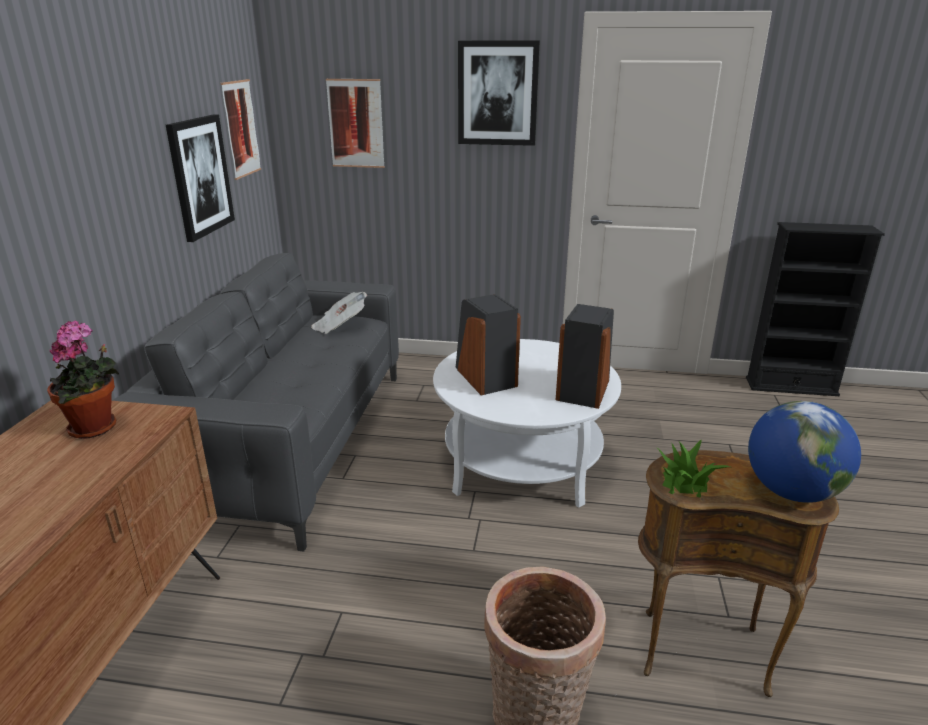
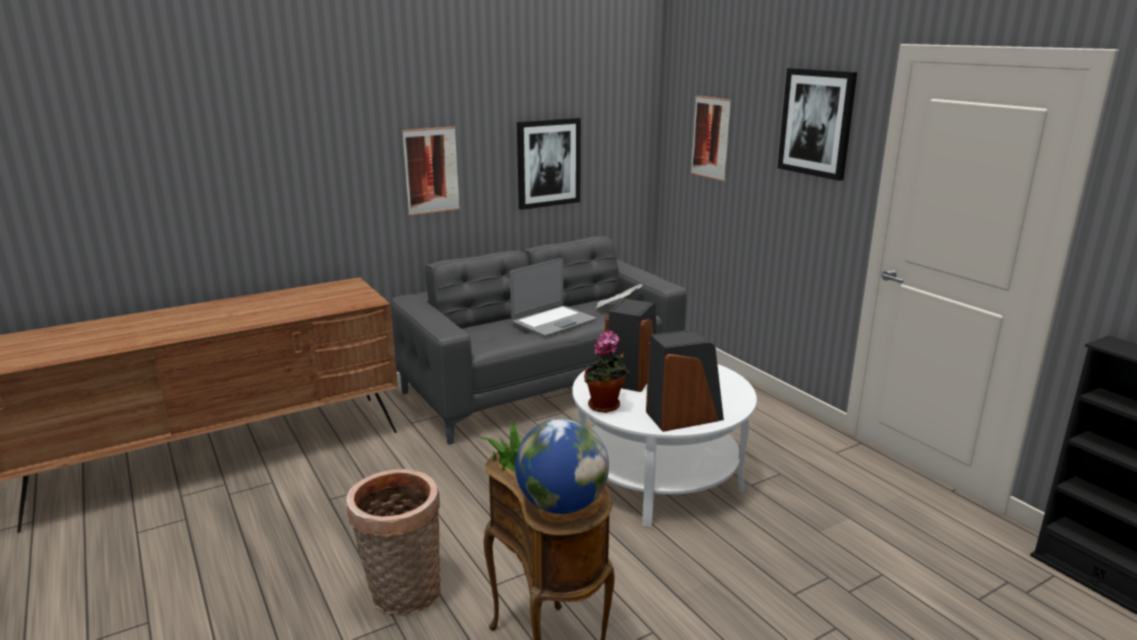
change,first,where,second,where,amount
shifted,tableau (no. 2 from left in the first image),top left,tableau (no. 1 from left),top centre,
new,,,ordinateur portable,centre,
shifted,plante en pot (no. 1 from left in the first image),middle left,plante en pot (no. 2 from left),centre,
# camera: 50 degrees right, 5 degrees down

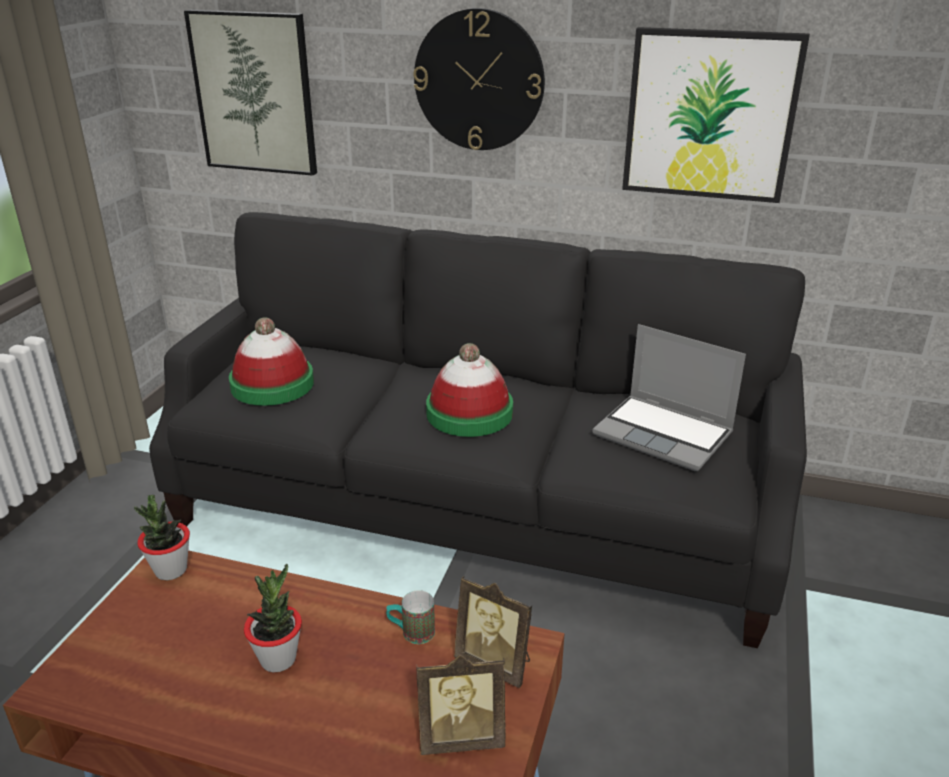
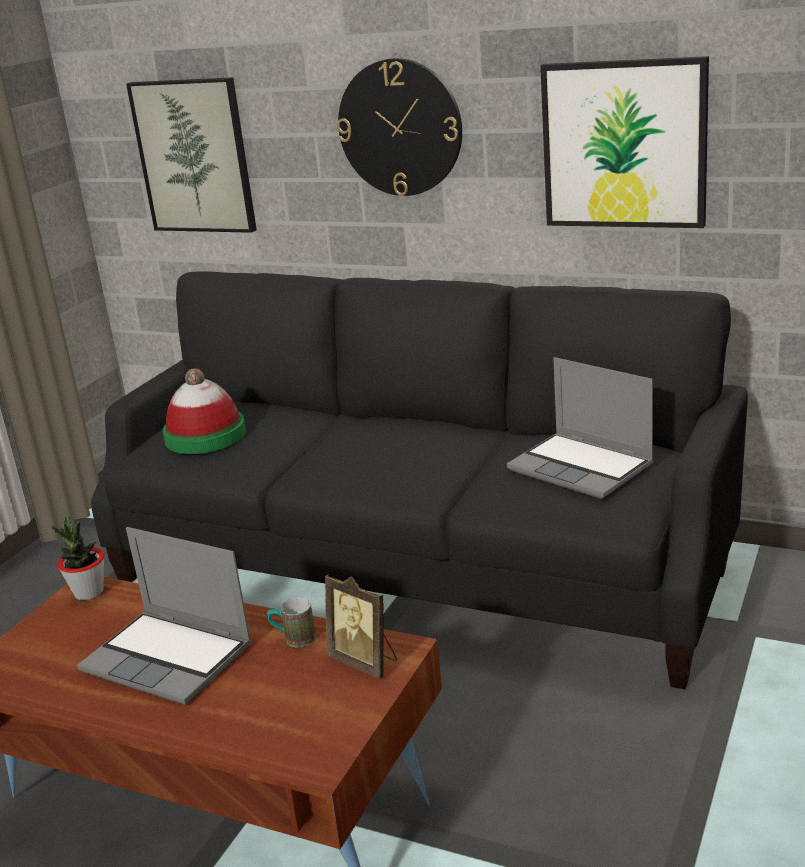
change,first,where,second,where,amount
swapped,plante en pot (no. 2 from left),bottom left,ordinateur portable (no. 1 from left),bottom left,
gone,cadre photo (no. 1 from left),bottom centre,,,
gone,chapeau (no. 2 from left),centre,,,
# camera: 10 degrees right, 5 degrees down

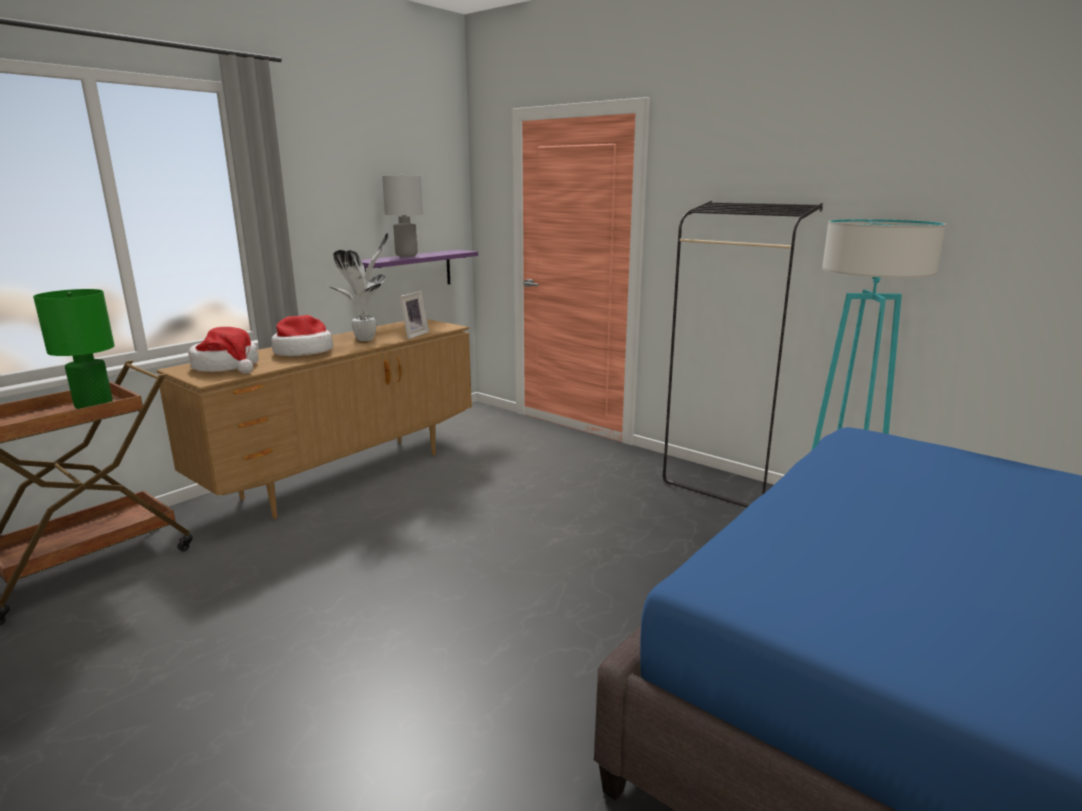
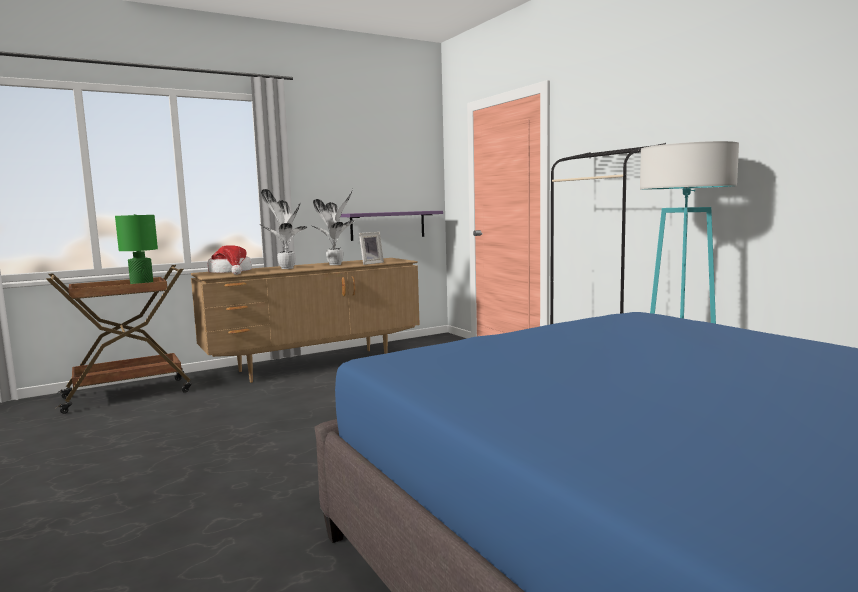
change,first,where,second,where,amount
swapped,chapeau (no. 2 from left),middle left,plante en pot (no. 1 from left),middle left,
gone,lampe de table/gris,top centre,,,
# camera: 20 degrees right, 10 degrees down

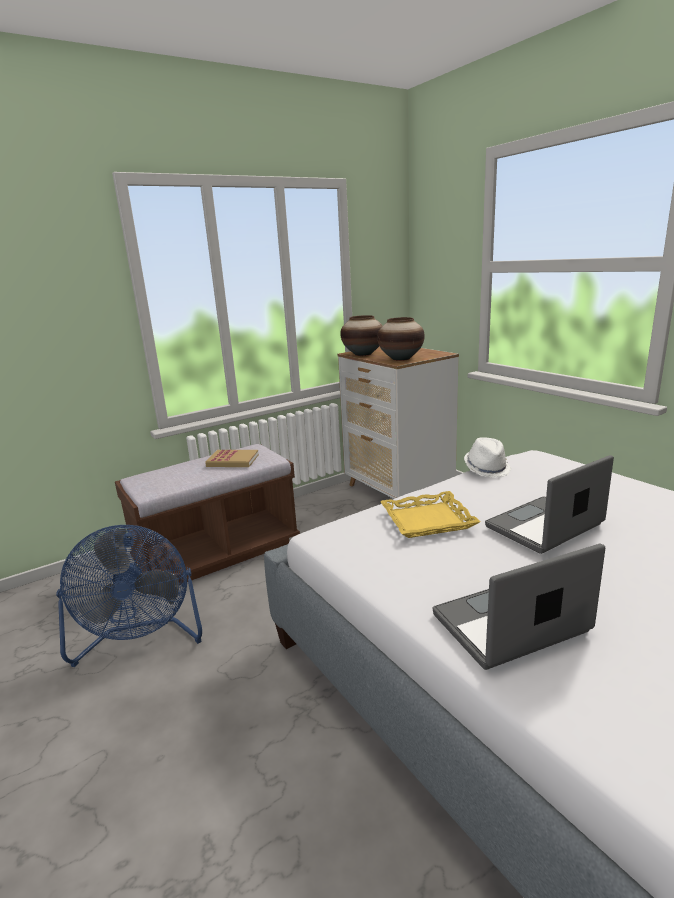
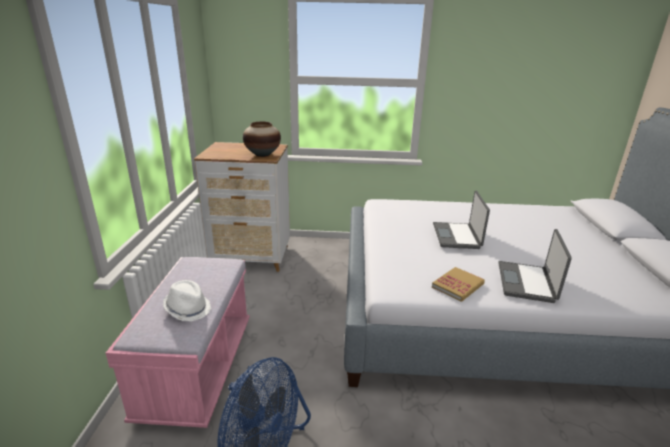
change,first,where,second,where,amount
repainted,banc/marron,middle left,banc/rose,bottom left,
shifted,chapeau/blanc,middle right,,bottom left,
shifted,livre,centre,,middle right,
gone,vase (no. 1 from left),centre,,,
gone,plateau/jaune,centre,,,
# camera: 55 degrees left, 5 degrees up

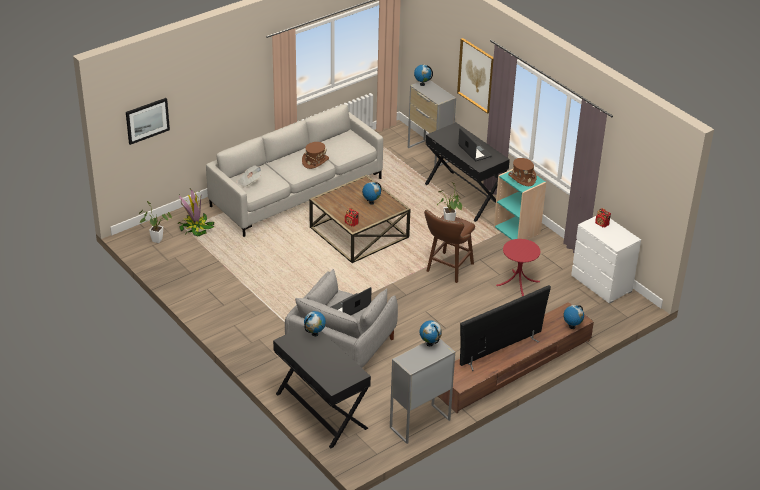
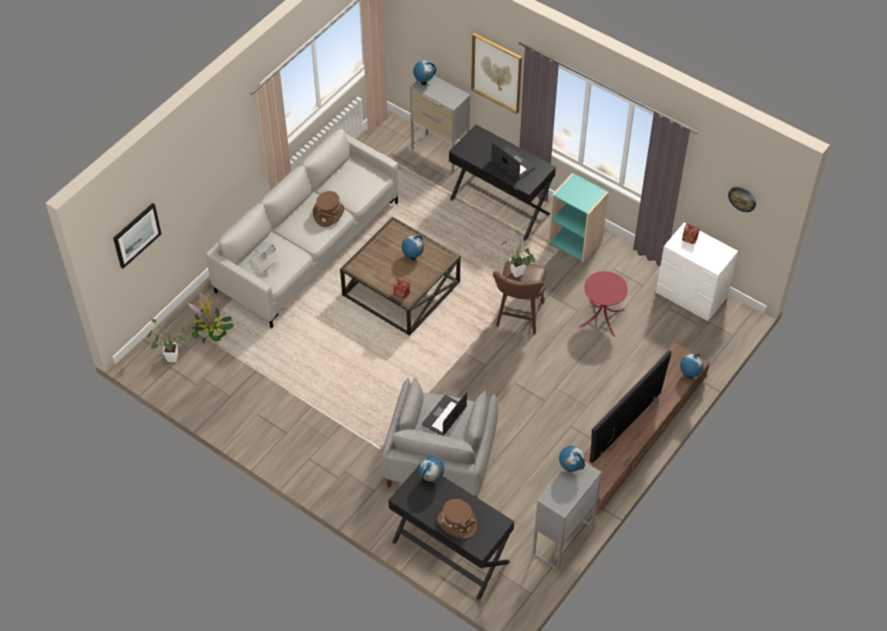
change,first,where,second,where,amount
shifted,chapeau/marron (no. 2 from left),middle right,,bottom centre,
new,,,horloge murale,top right,
# camera: 15 degrees left, 15 degrees up

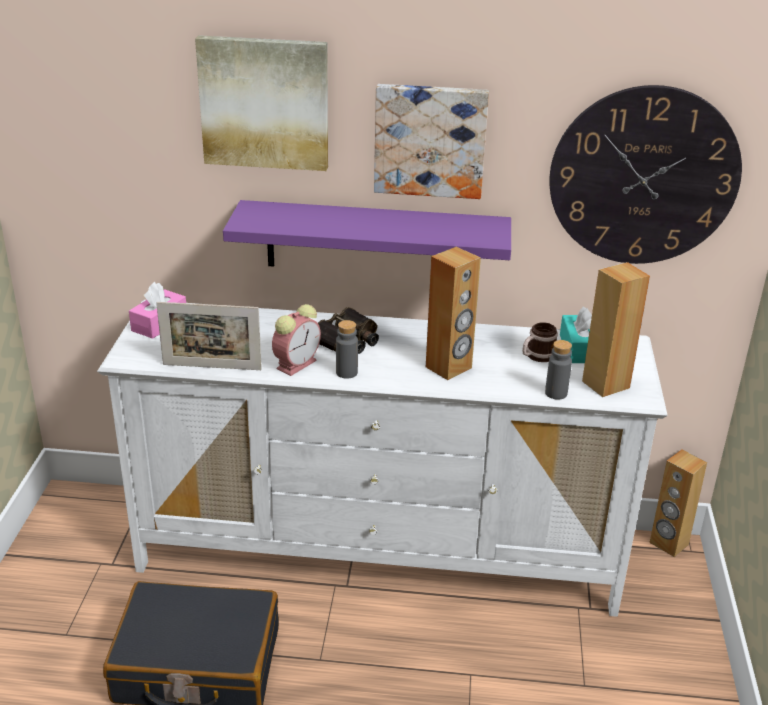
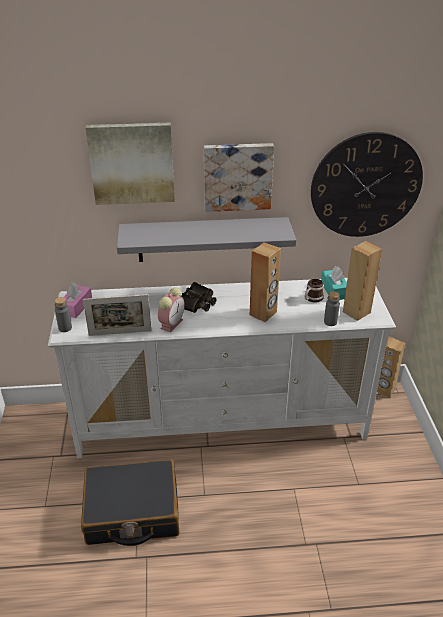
change,first,where,second,where,amount
shifted,bouteille/gris (no. 1 from left),centre,,middle left,
repainted,étagère/violet,top centre,étagère/gris,centre,
# camera: 10 degrees left, 5 degrees up

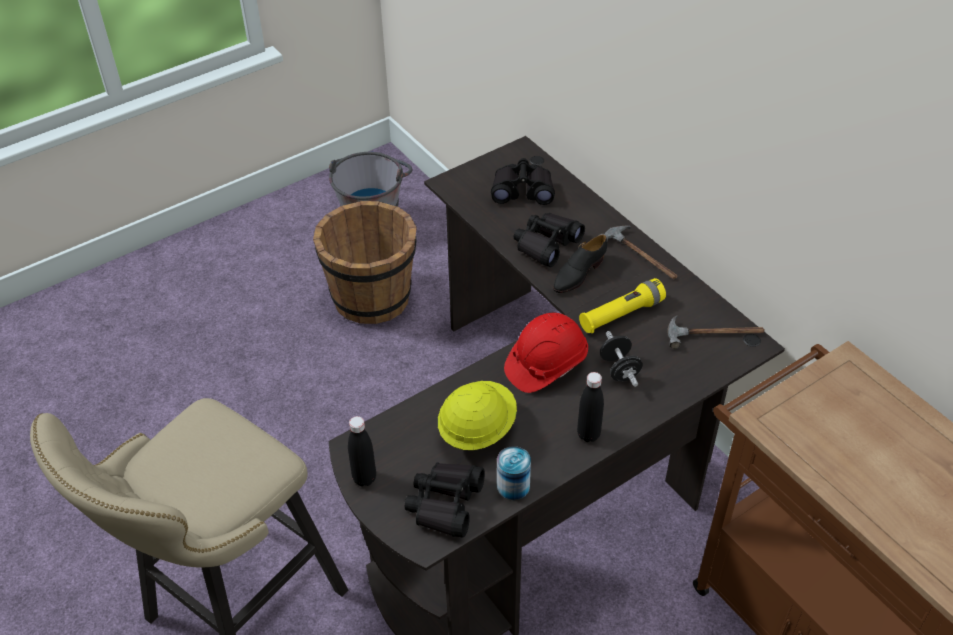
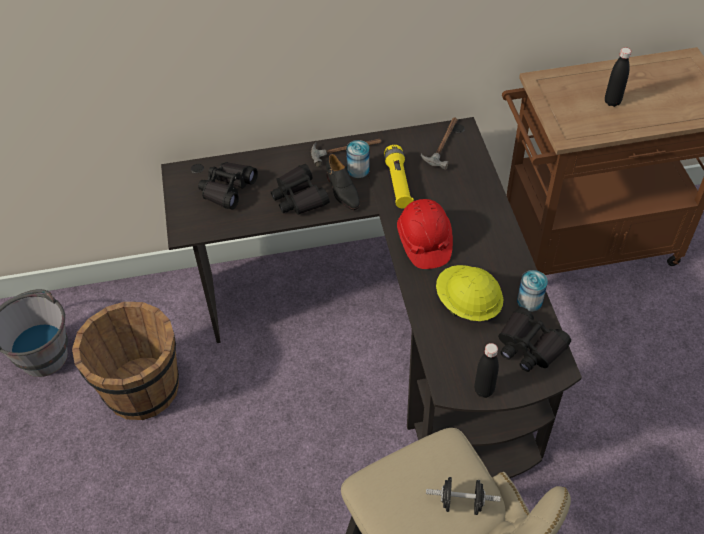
change,first,where,second,where,amount
new,,,boîte métallique (no. 1 from left),top centre,
shifted,haltère/noir,centre,,bottom centre,
shifted,bouteille/noir (no. 2 from left),centre,,top right,
# camera: 65 degrees left, 5 degrees up

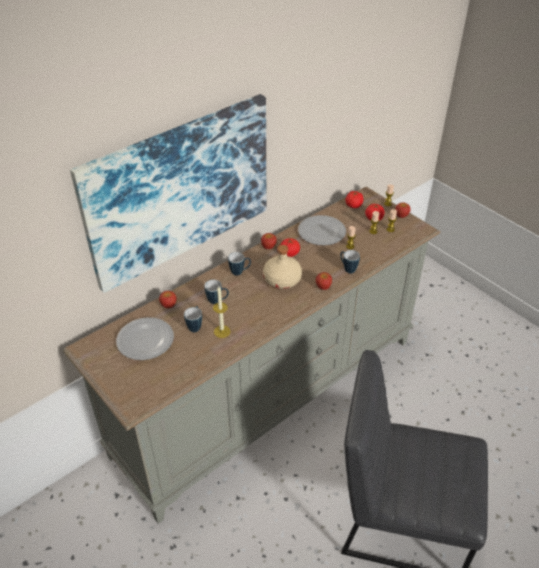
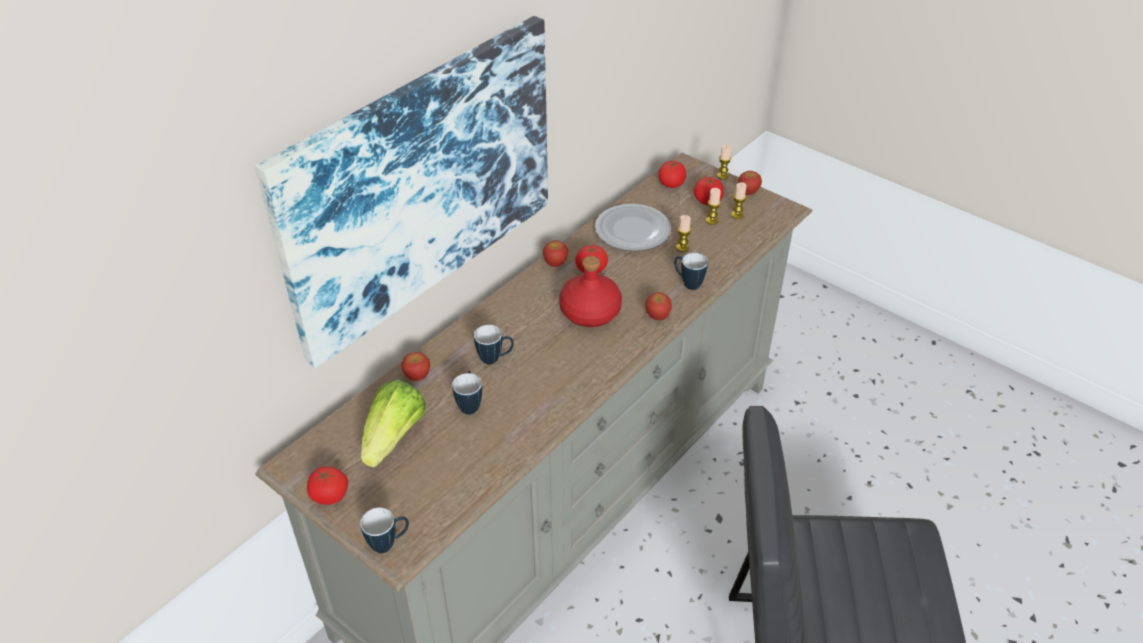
change,first,where,second,where,amount
new,,,tomate (no. 1 from left),bottom left,
shifted,mug (no. 3 from left in the first image),centre,mug (no. 1 from left),bottom centre,
swapped,assiette (no. 1 from left),middle left,laitue,centre,
repainted,bouteille/beige,centre,bouteille/rouge,centre,
gone,bougie (no. 1 from left),centre,,,
# camera: 10 degrees left, 0 degrees up

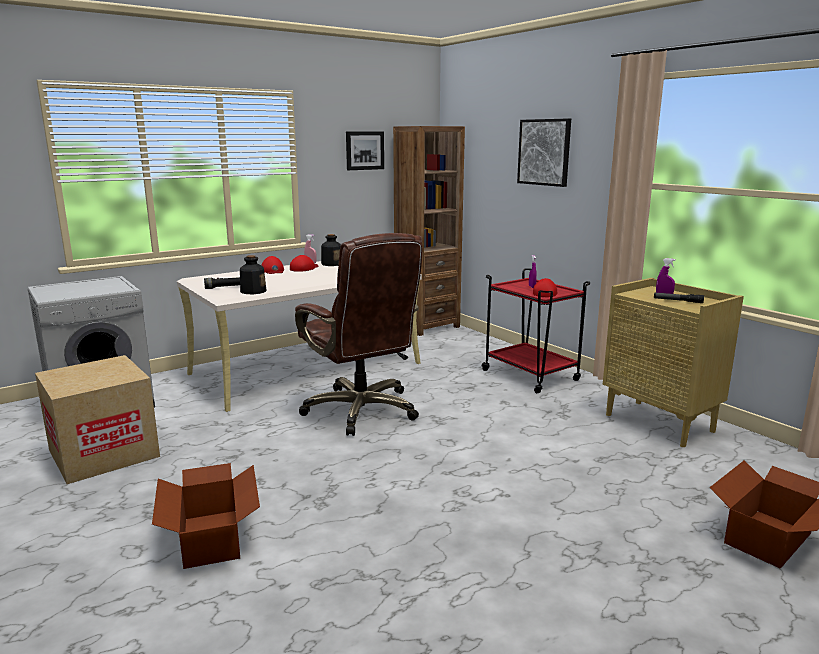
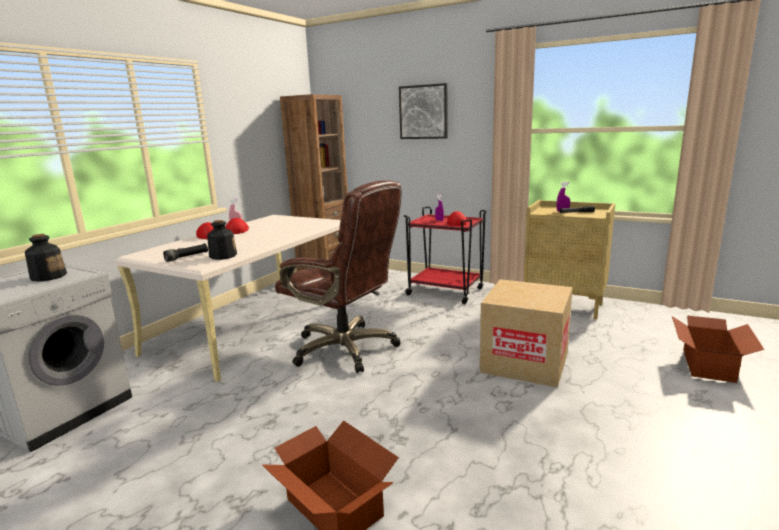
change,first,where,second,where,amount
shifted,bouteille (no. 2 from left in the first image),centre,bouteille (no. 1 from left),middle left,
shifted,carton (no. 1 from left in the first image),middle left,carton (no. 2 from left),middle right,
gone,tableau (no. 1 from left),top centre,,,
# camera: 25 degrees left, 0 degrees up

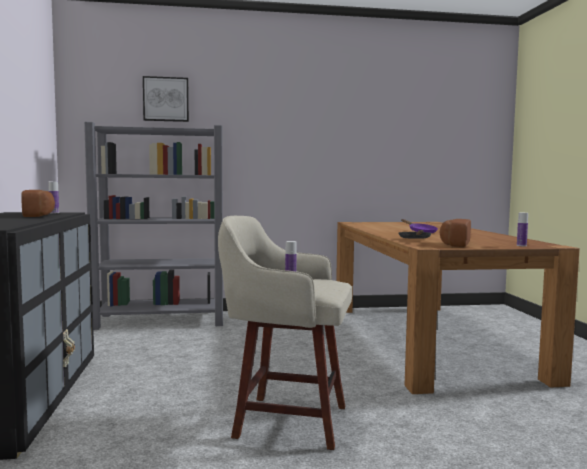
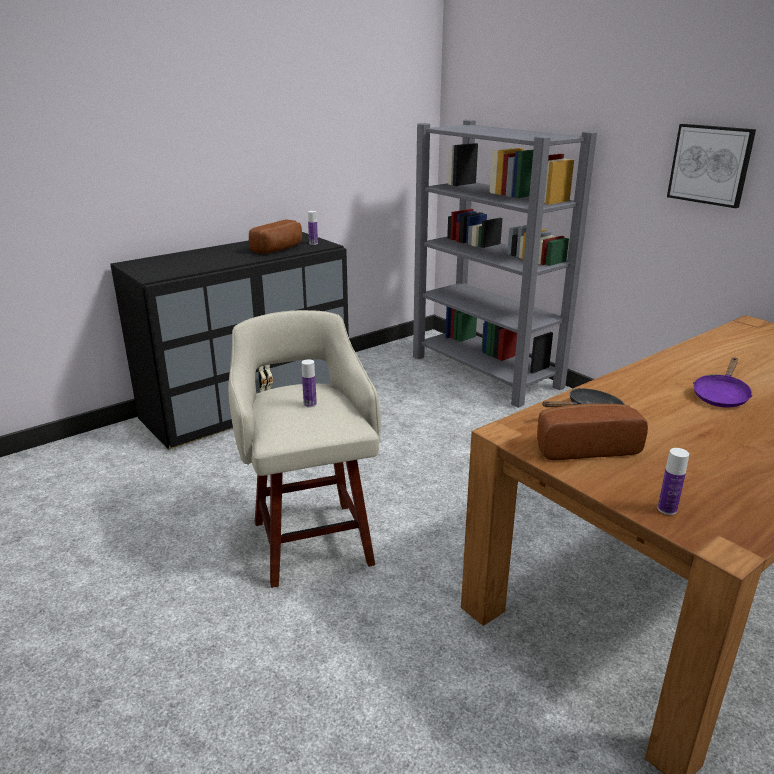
change,first,where,second,where,amount
shifted,tableau,top left,,top right,
# camera: 60 degrees right, 20 degrees up

